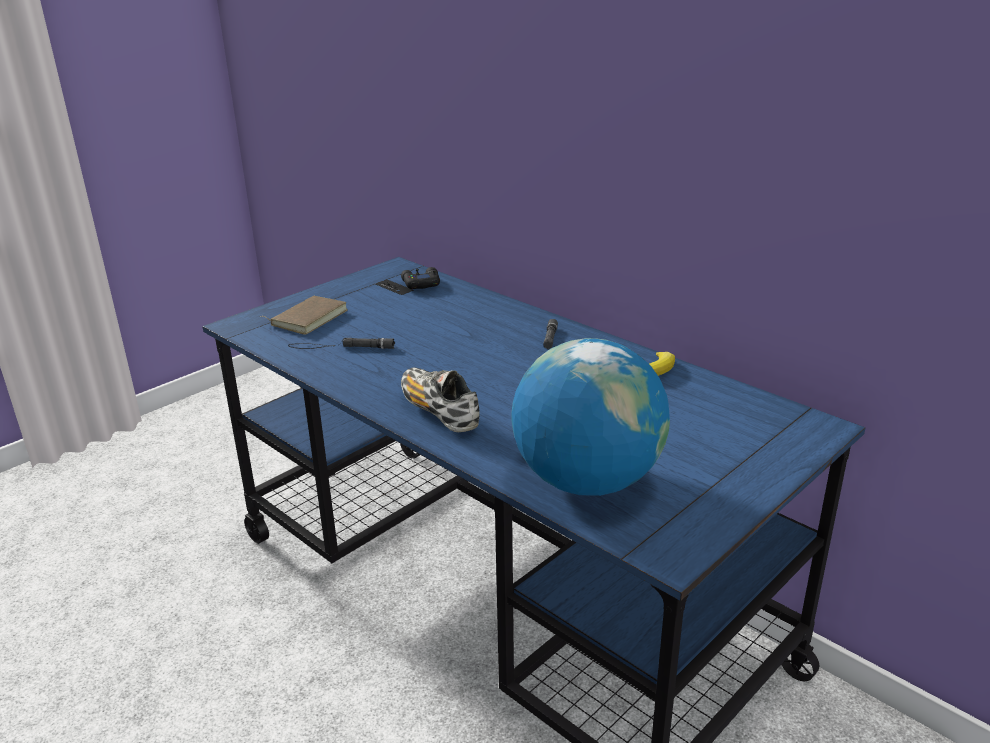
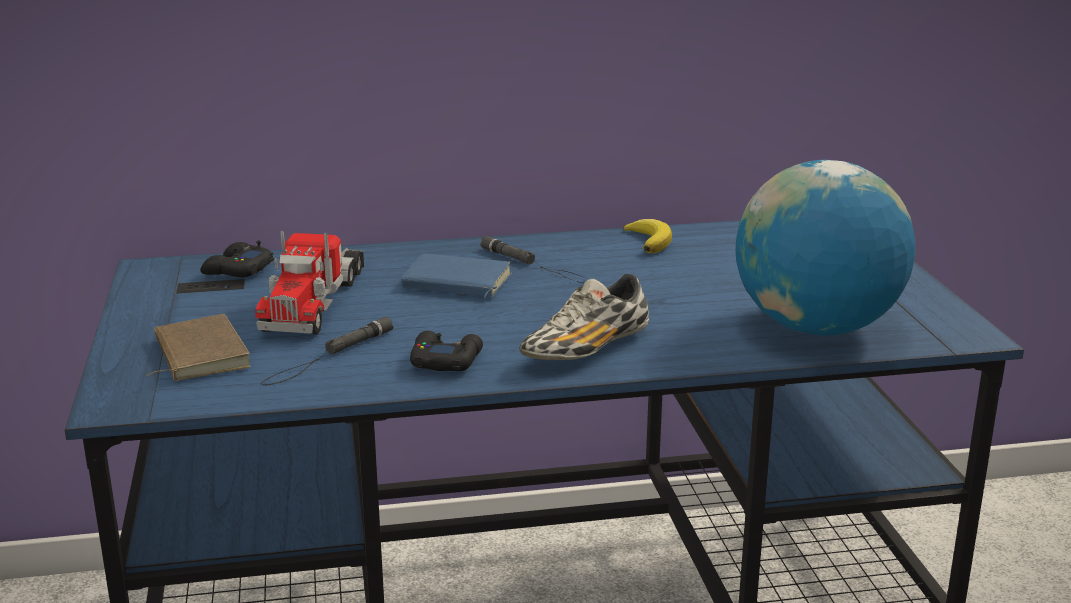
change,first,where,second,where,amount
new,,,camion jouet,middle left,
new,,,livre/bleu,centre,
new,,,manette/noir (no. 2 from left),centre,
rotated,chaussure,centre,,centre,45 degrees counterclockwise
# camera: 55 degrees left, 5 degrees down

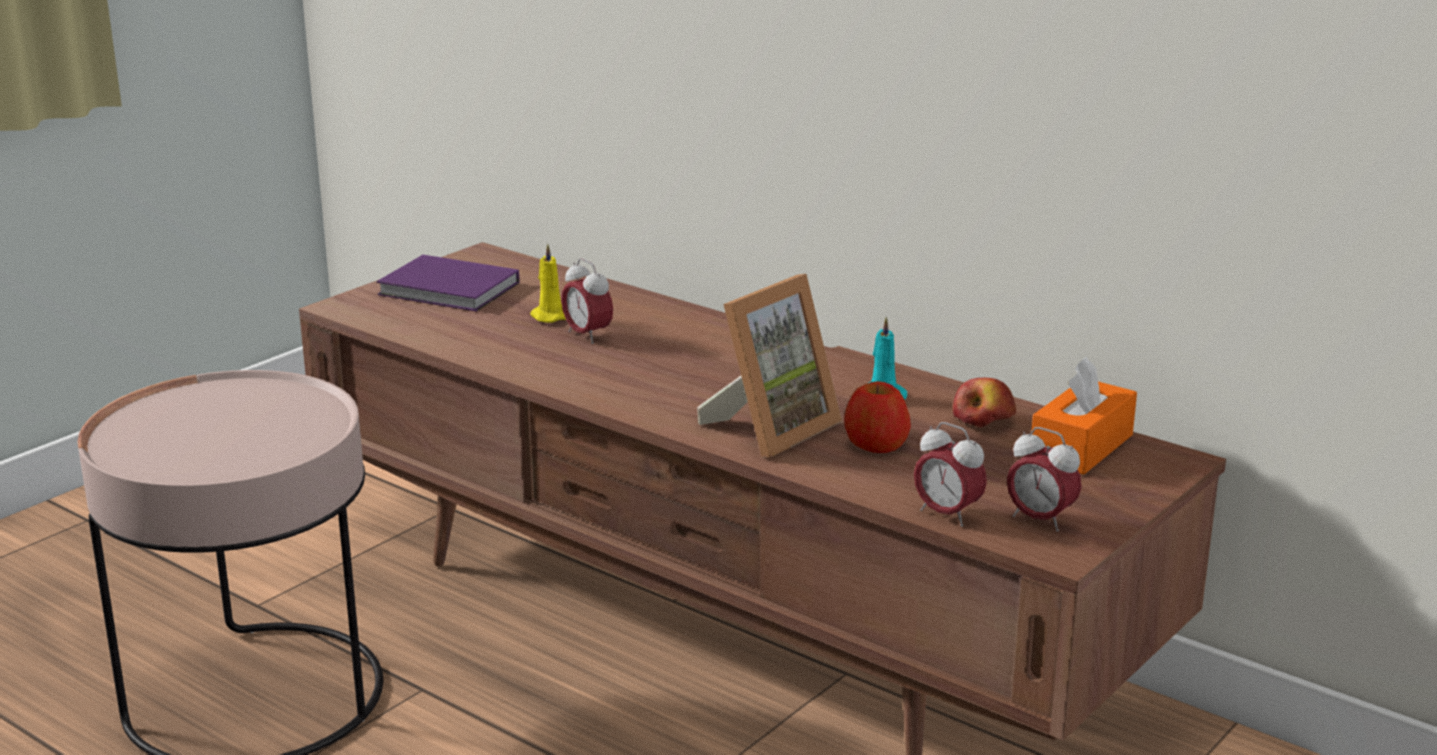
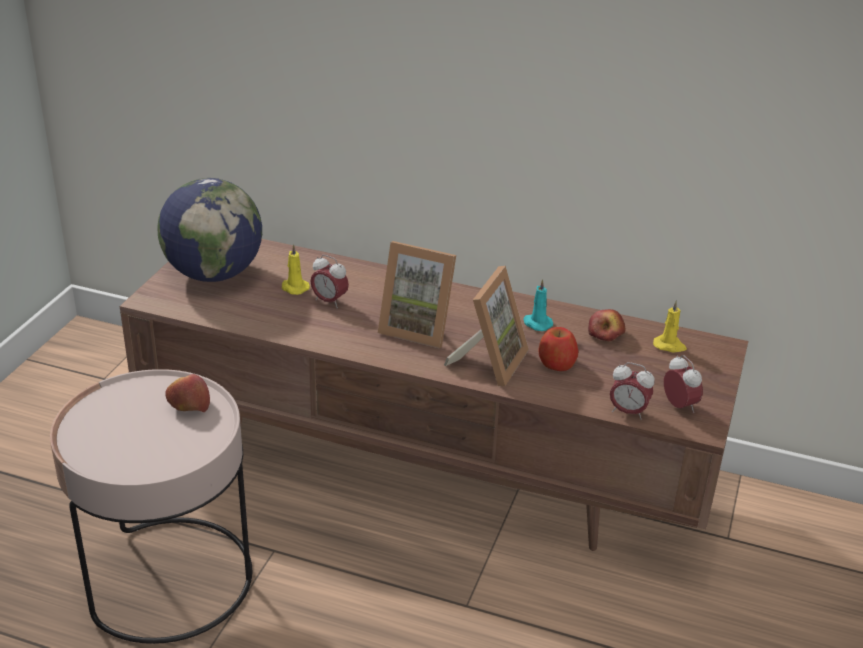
change,first,where,second,where,amount
swapped,livre/violet,middle left,globe,middle left,
new,,,pomme (no. 1 from left),middle left,
new,,,cadre photo (no. 1 from left),centre,
swapped,boîte à mouchoirs/orange,middle right,bougie/jaune (no. 2 from left),middle right,
rotated,réveil (no. 3 from left),middle right,,middle right,135 degrees counterclockwise
# camera: 20 degrees left, 10 degrees up

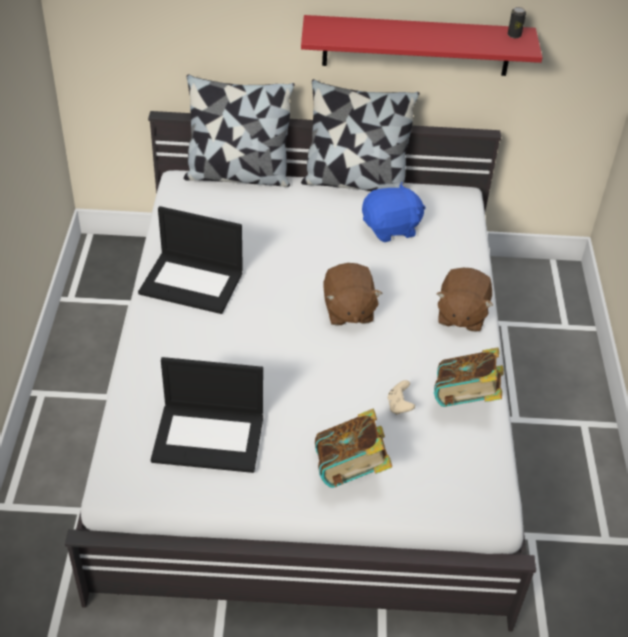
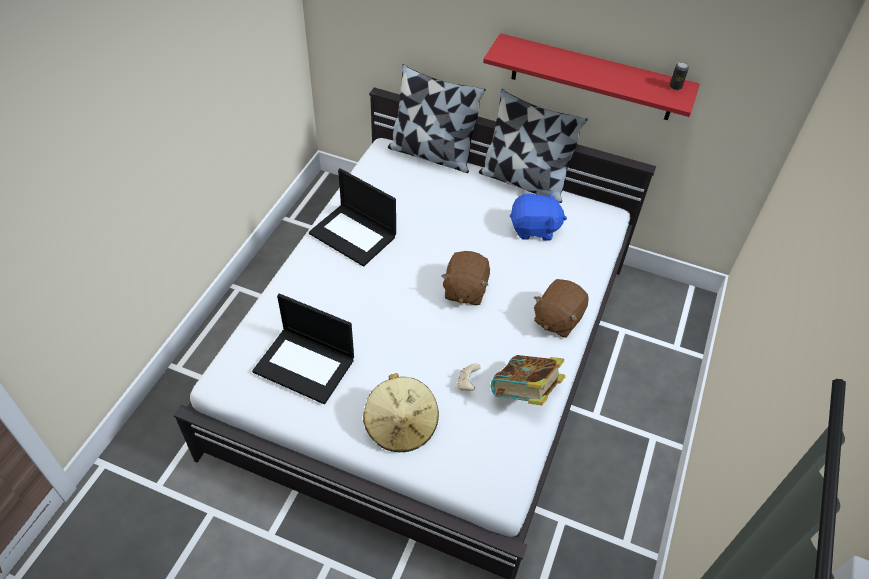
change,first,where,second,where,amount
swapped,livre (no. 1 from left),bottom centre,chapeau/beige,bottom centre,
# camera: 20 degrees right, 5 degrees up

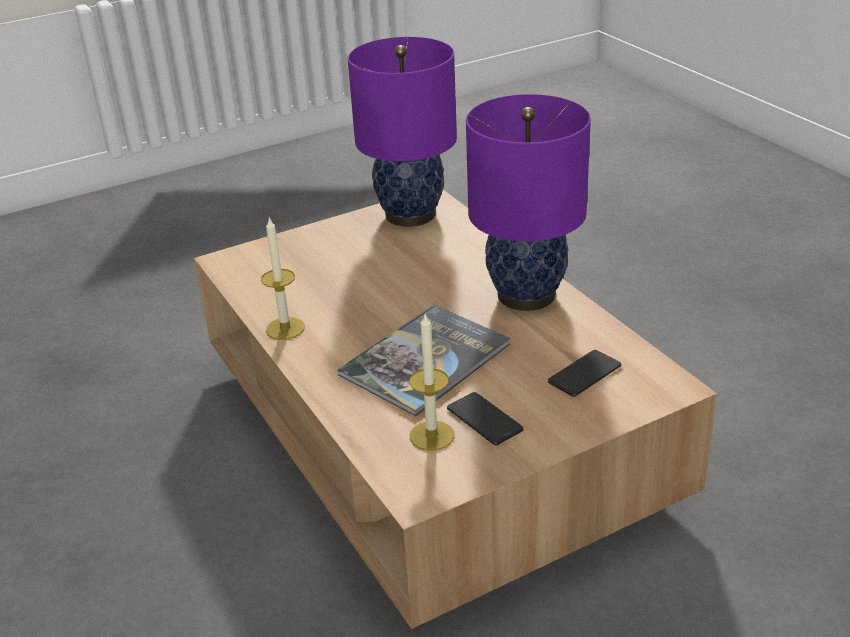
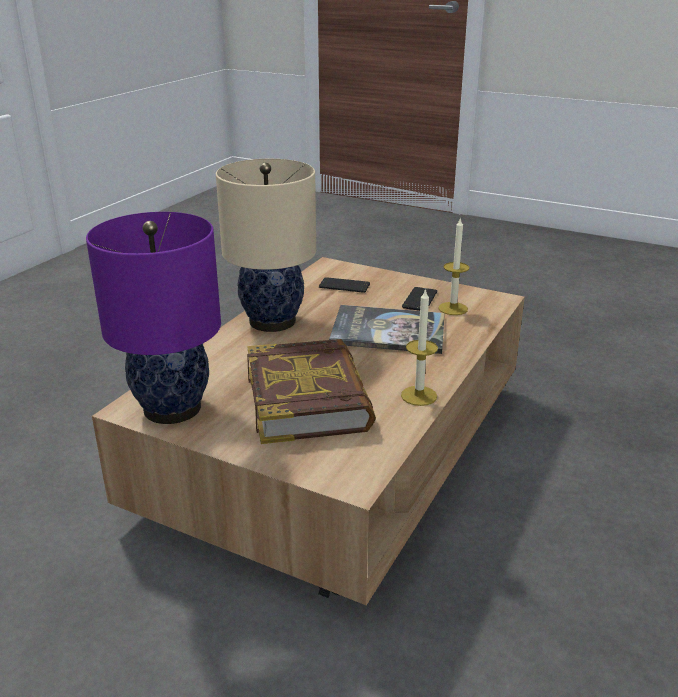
change,first,where,second,where,amount
repainted,lampe de table/violet (no. 2 from left),top centre,lampe de table/beige,centre,
new,,,livre (no. 1 from left),centre,
# camera: 125 degrees left, 5 degrees down

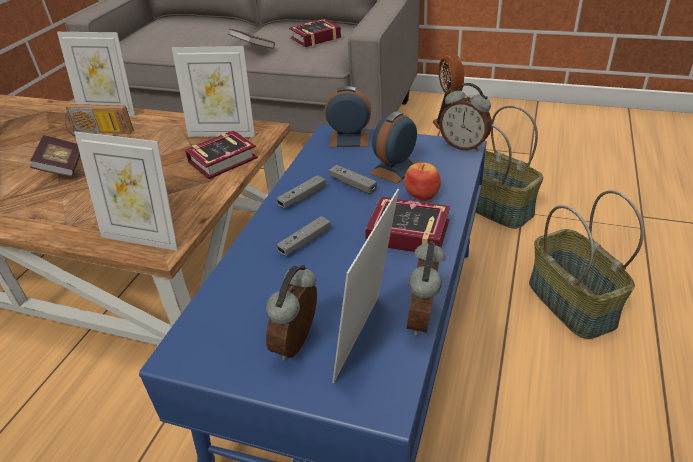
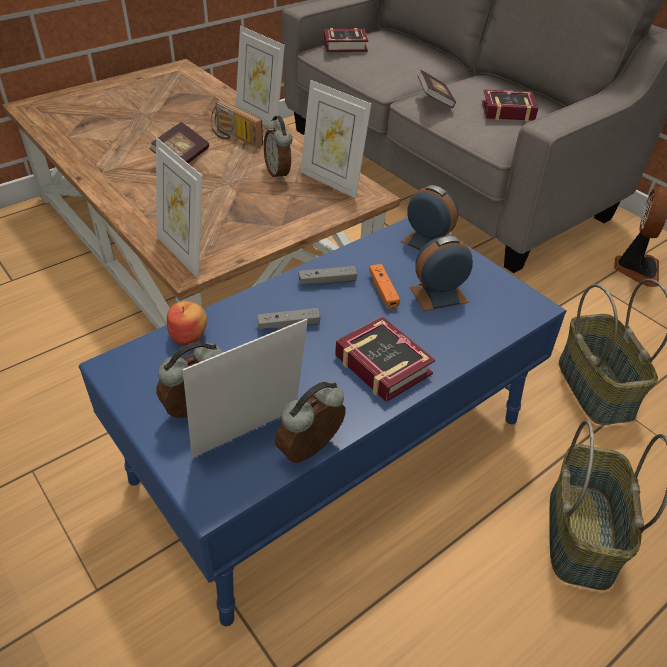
change,first,where,second,where,amount
shifted,pomme,centre,,middle left,
shifted,réveil (no. 5 from left in the first image),top right,réveil (no. 2 from left),top centre,
shifted,livre (no. 2 from left),middle left,,top centre,
repainted,manette/gris (no. 3 from left),centre,manette/orange,centre,
# camera: 30 degrees right, 5 degrees up

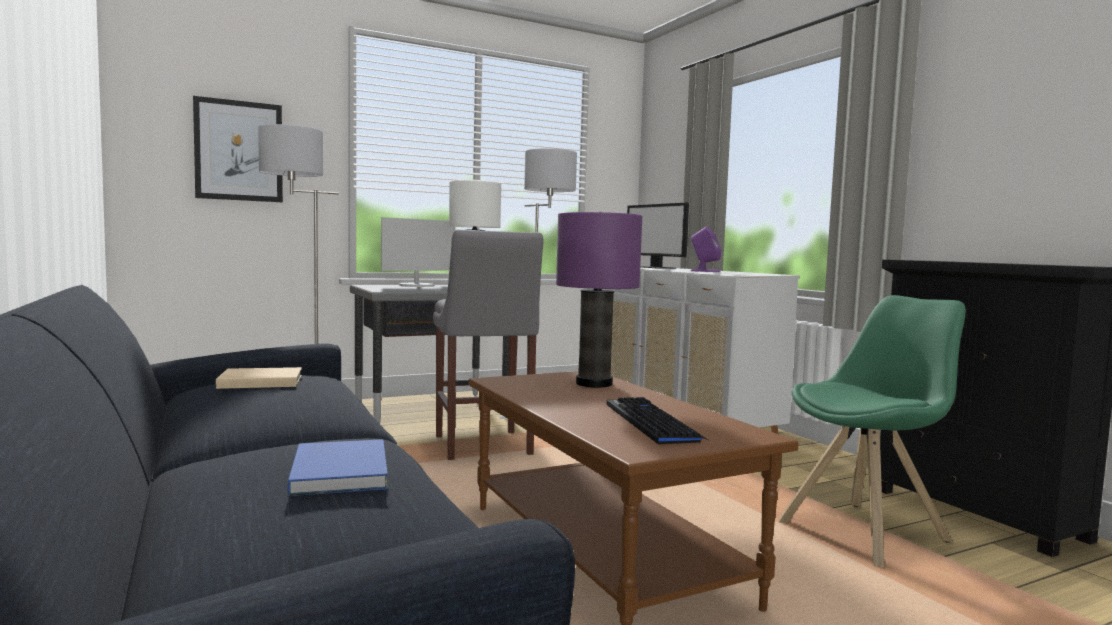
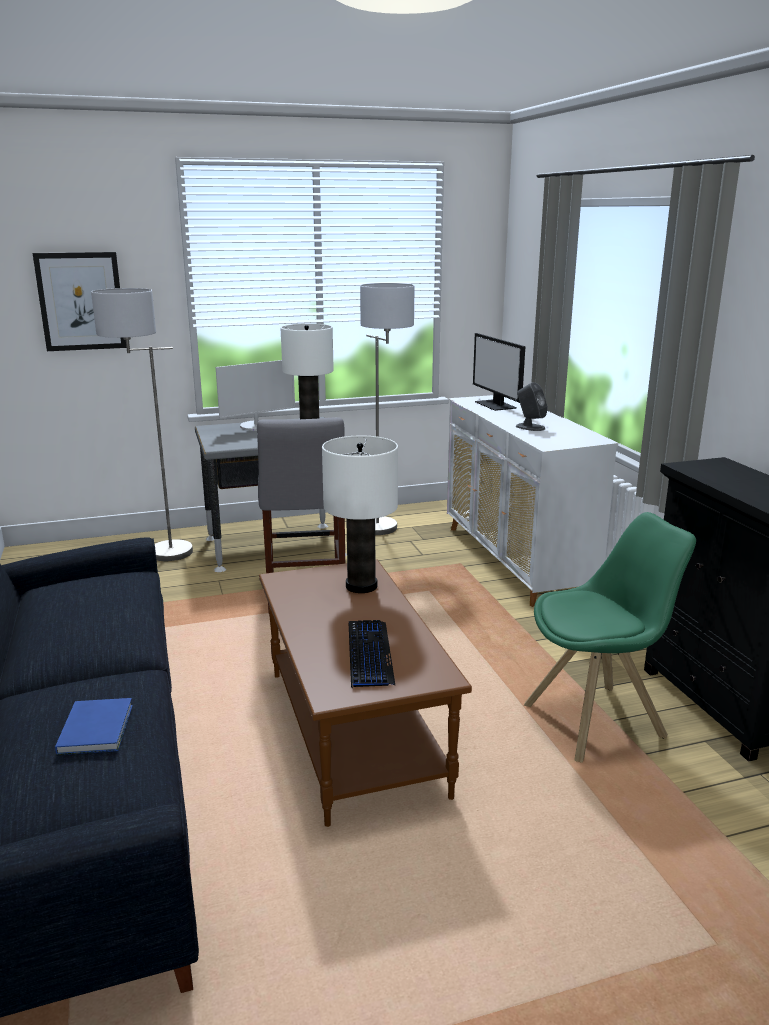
change,first,where,second,where,amount
repainted,lampe de table/violet,centre,lampe de table/blanc (no. 2 from left),centre,
repainted,enceinte/violet,centre,enceinte/gris,middle right,
gone,livre/beige,middle left,,,
# camera: 10 degrees right, 15 degrees up

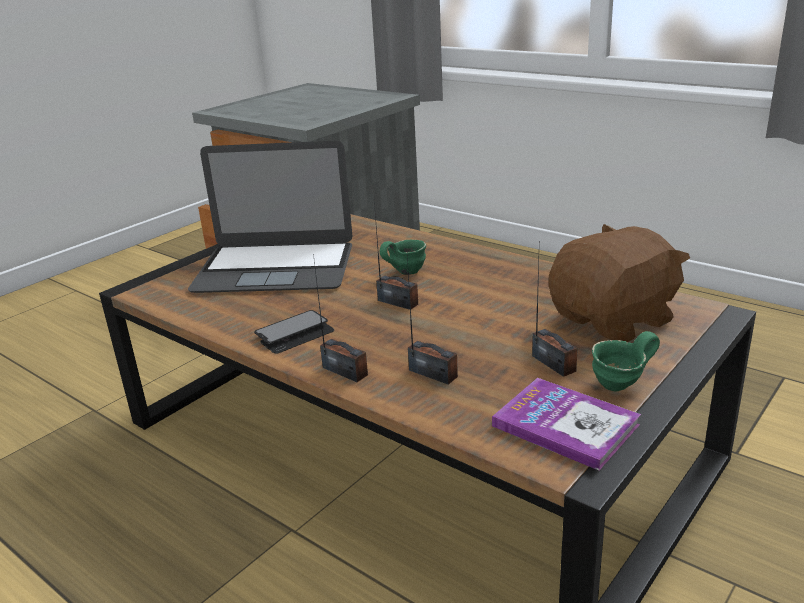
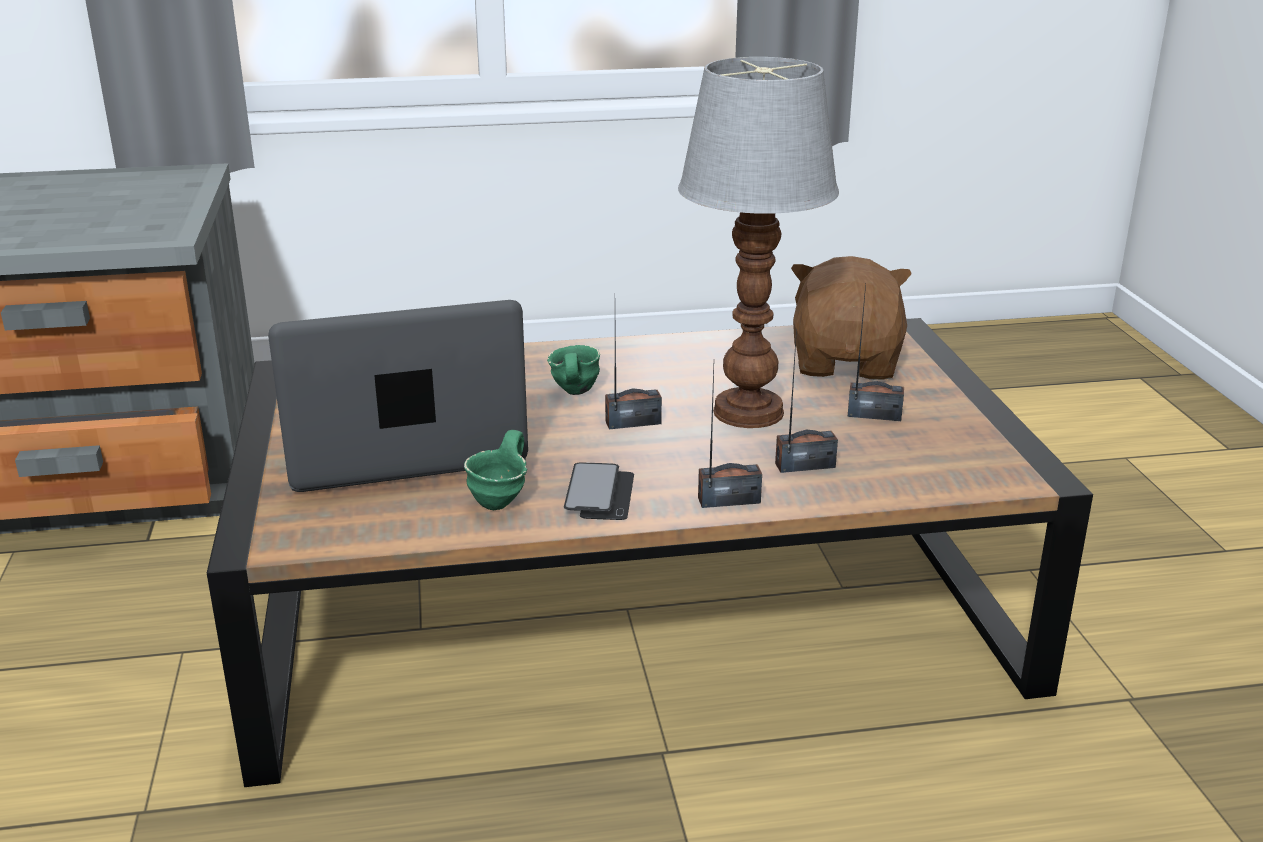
change,first,where,second,where,amount
rotated,ordinateur portable,centre,,middle left,150 degrees counterclockwise
shifted,mug/vert (no. 2 from left in the first image),middle right,mug/vert (no. 1 from left),centre,
new,,,lampe de table,top centre,
gone,livre,bottom right,,,
# camera: 50 degrees left, 0 degrees up

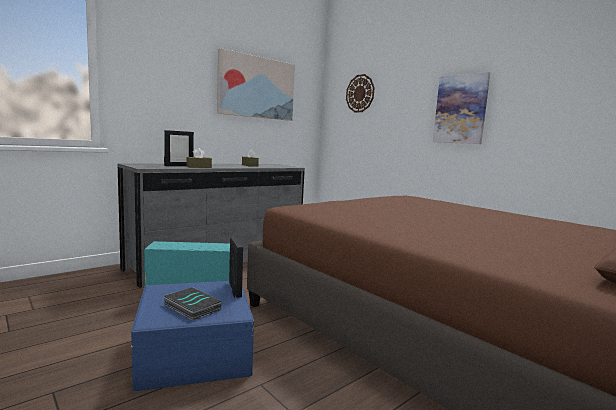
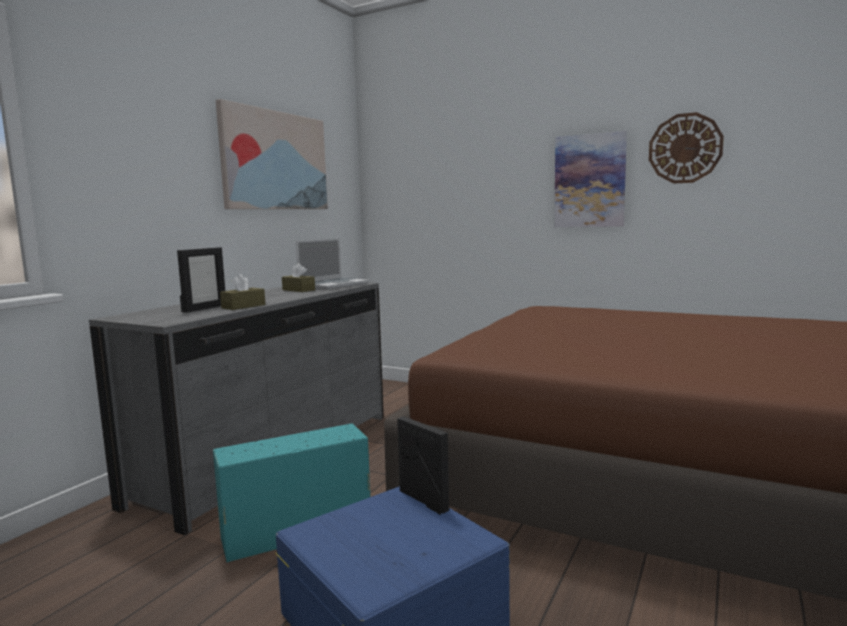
change,first,where,second,where,amount
new,,,ordinateur portable,centre,
shifted,horloge murale,top centre,,top right,
gone,livre,bottom left,,,
# camera: 20 degrees left, 0 degrees up

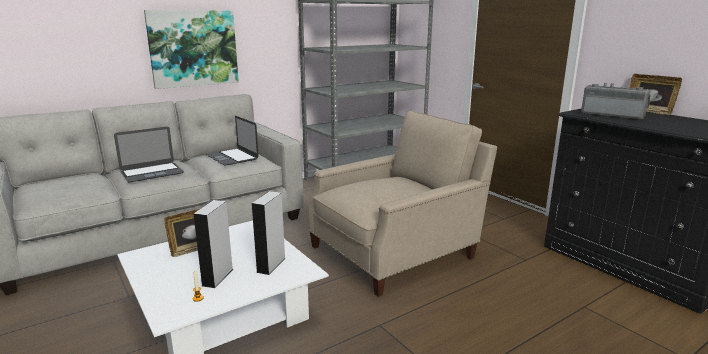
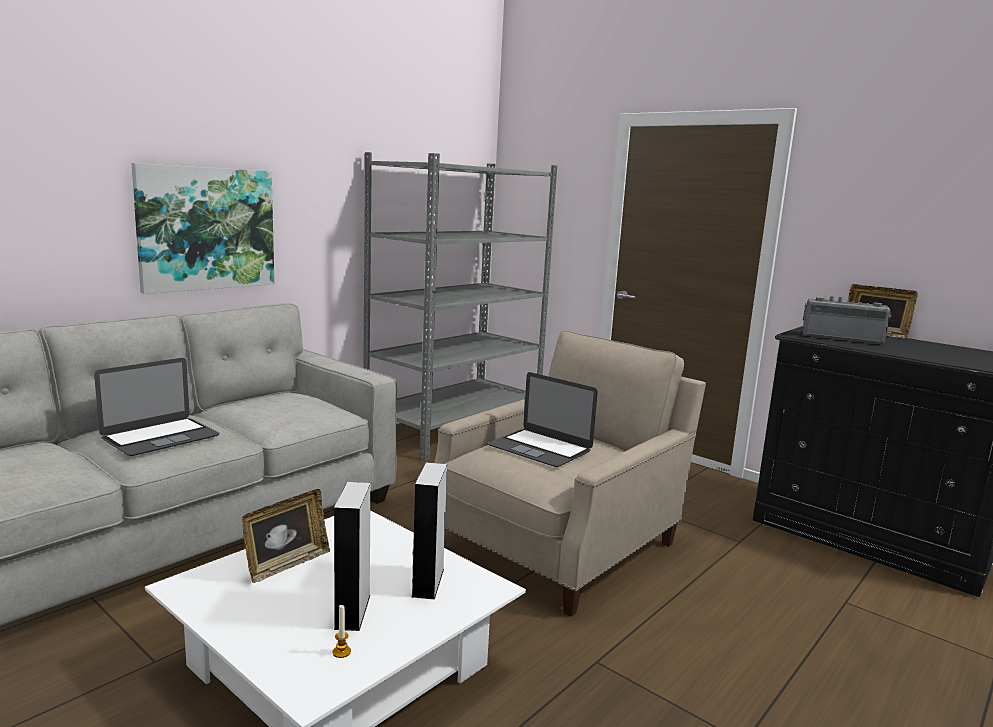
change,first,where,second,where,amount
shifted,ordinateur portable (no. 2 from left),middle left,,centre,
# camera: 15 degrees left, 5 degrees down

